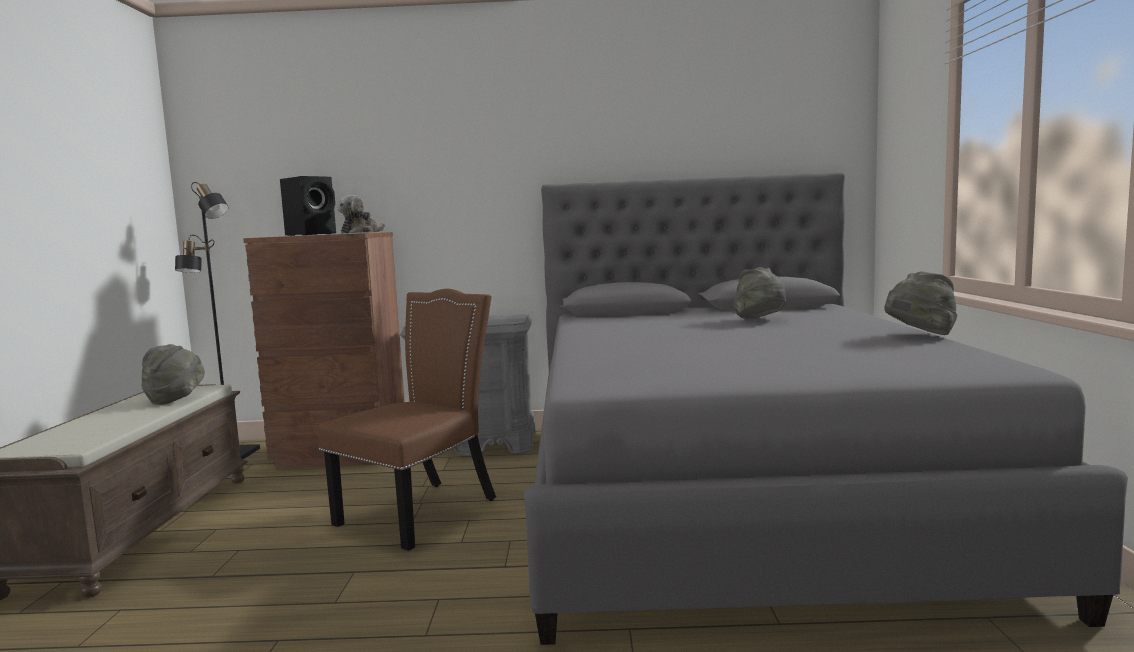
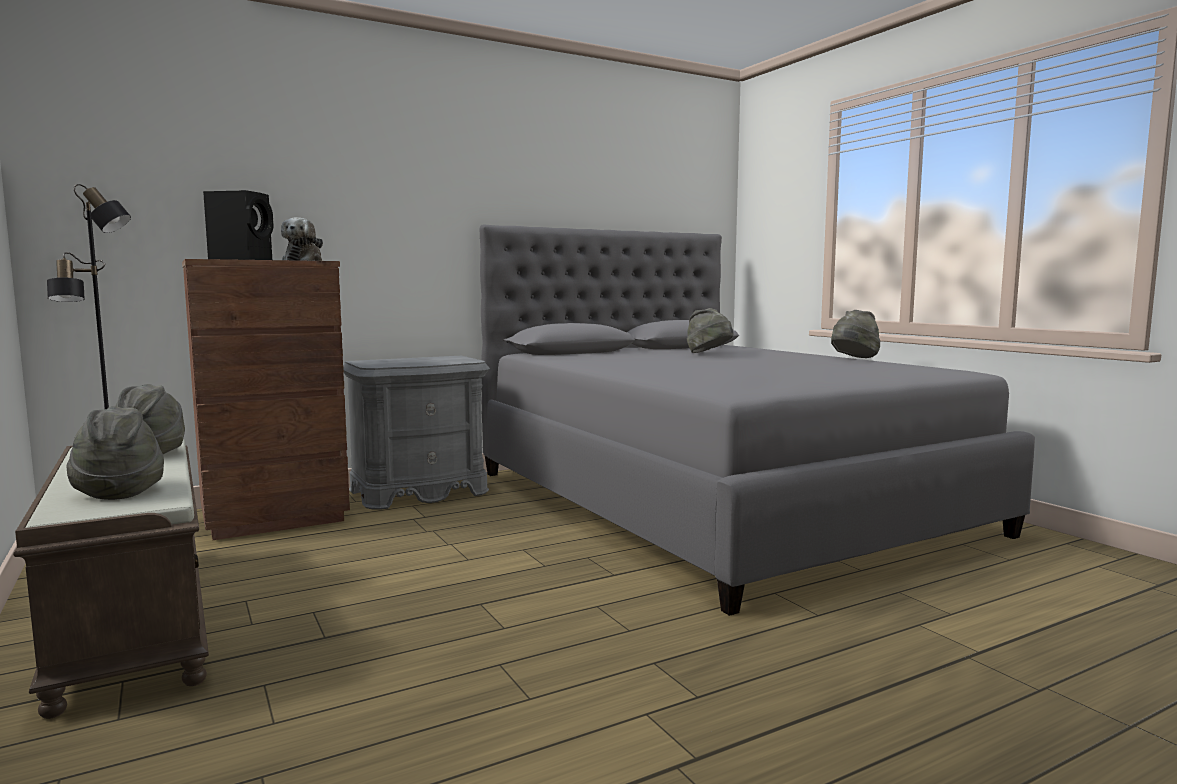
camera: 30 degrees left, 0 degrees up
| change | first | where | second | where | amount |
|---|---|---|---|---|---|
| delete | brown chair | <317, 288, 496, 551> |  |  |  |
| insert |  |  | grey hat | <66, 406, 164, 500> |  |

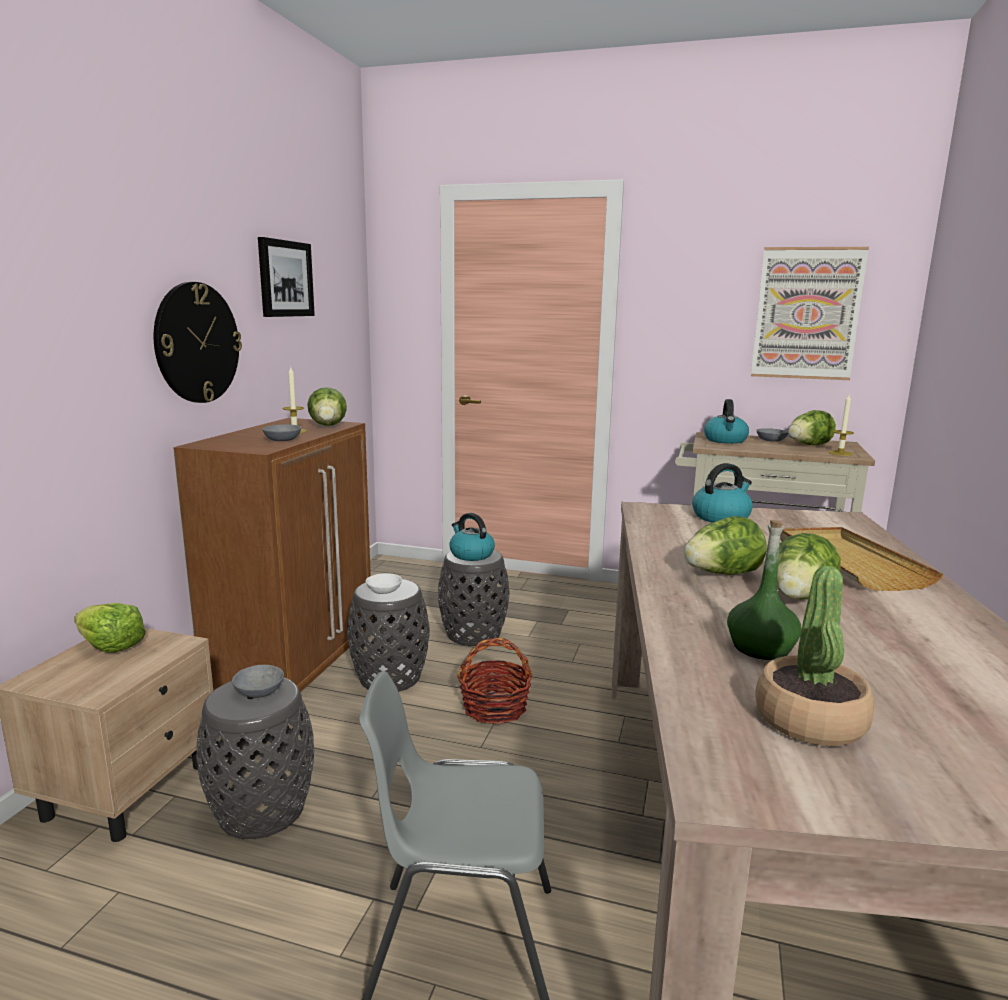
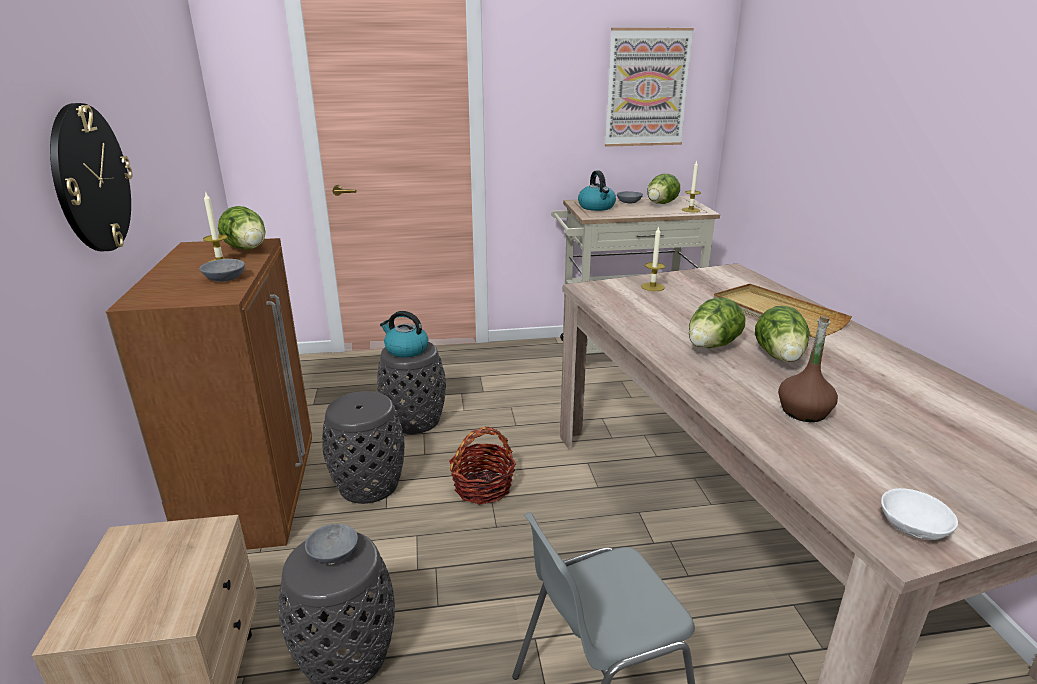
camera: 25 degrees left, 10 degrees up
| change | first | where | second | where | amount |
|---|---|---|---|---|---|
| delete | lettuce | <74, 603, 146, 653> |  |  |  |
| delete | picture | <258, 237, 315, 317> |  |  |  |
| move | white bowl | <365, 573, 402, 594> |  | <881, 488, 958, 540> |  |
| replace | kettle | <692, 463, 753, 523> | candle | <641, 226, 665, 291> |  |
| recolor | green bottle | <727, 520, 801, 660> | brown bottle | <778, 315, 838, 422> |  |
| delete | potted plant | <755, 566, 874, 746> |  |  |  |

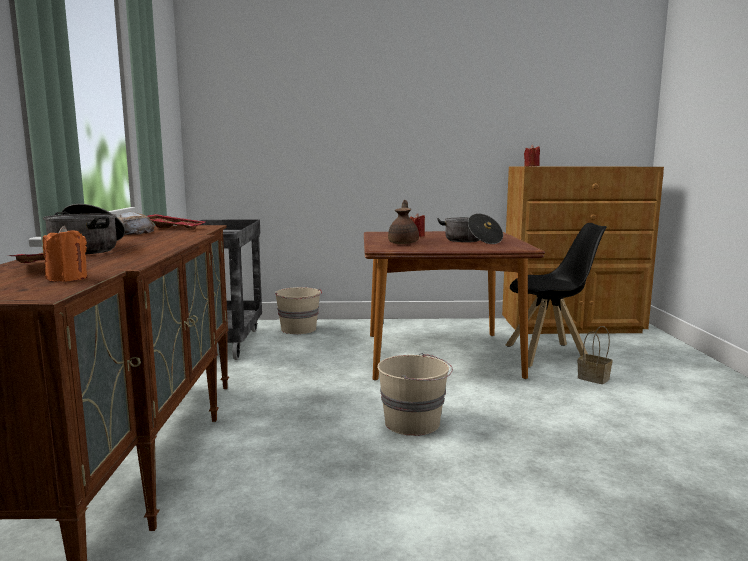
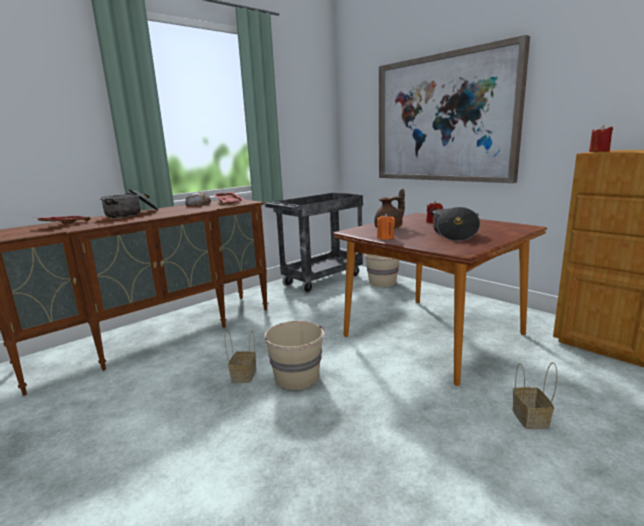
camera: 50 degrees right, 5 degrees up
| change | first | where | second | where | amount |
|---|---|---|---|---|---|
| move | orange candle | <42, 226, 87, 282> |  | <377, 213, 395, 240> |  |
| delete | black chair | <505, 223, 607, 368> |  |  |  |
| insert |  |  | basket | <225, 330, 256, 383> |  |
| insert |  |  | picture | <379, 35, 530, 183> |  |

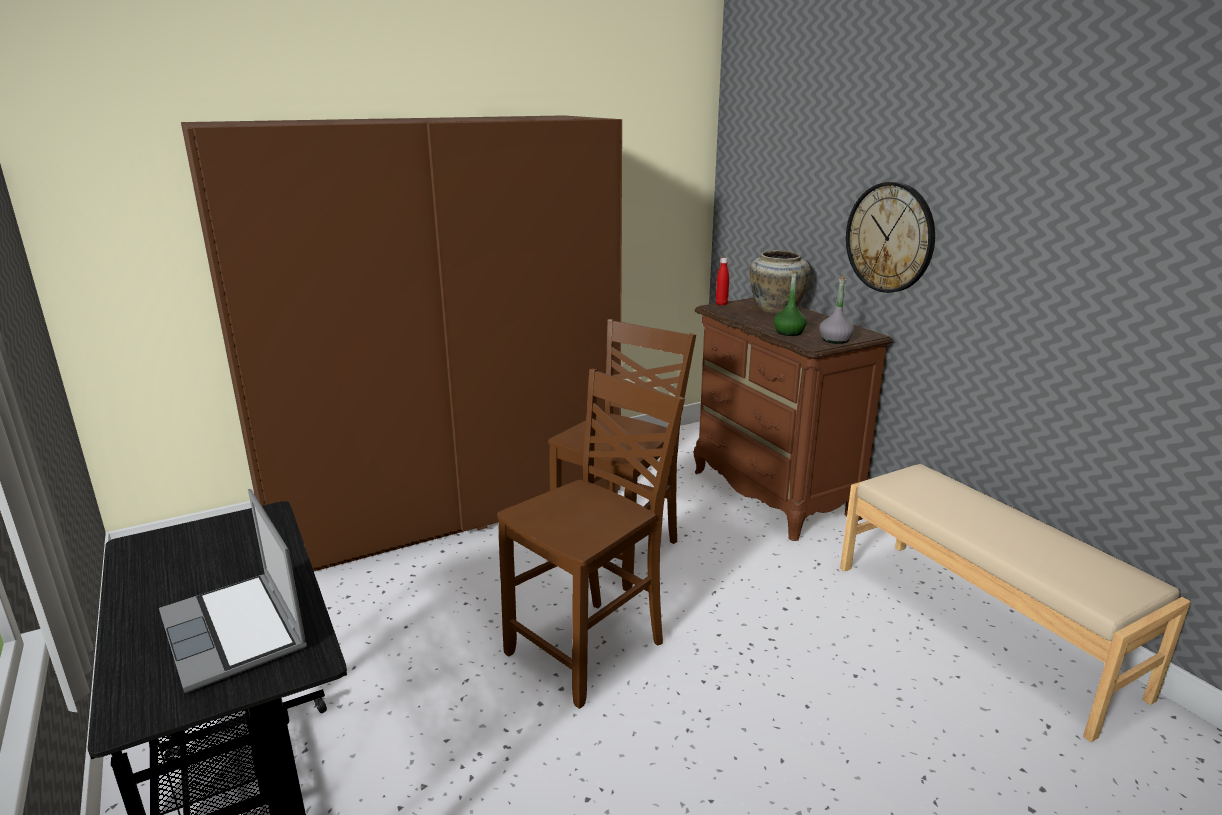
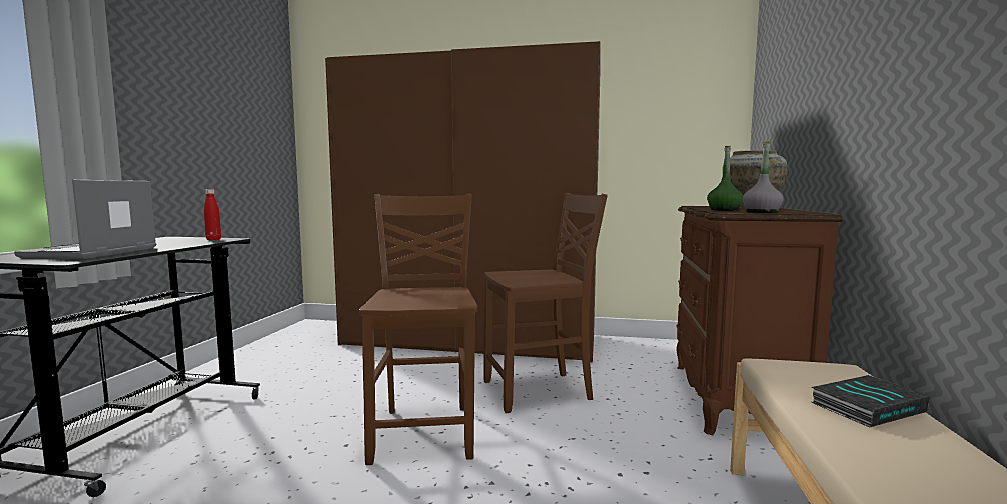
camera: 40 degrees right, 15 degrees down
| change | first | where | second | where | amount |
|---|---|---|---|---|---|
| rotate | brown chair | <497, 369, 685, 709> |  | <359, 194, 478, 465> | 90 degrees counterclockwise |
| move | red bottle | <716, 258, 729, 305> |  | <204, 189, 221, 240> |  |
| delete | wall clock | <846, 182, 935, 293> |  |  |  |
| insert |  |  | book | <811, 375, 930, 427> |  |

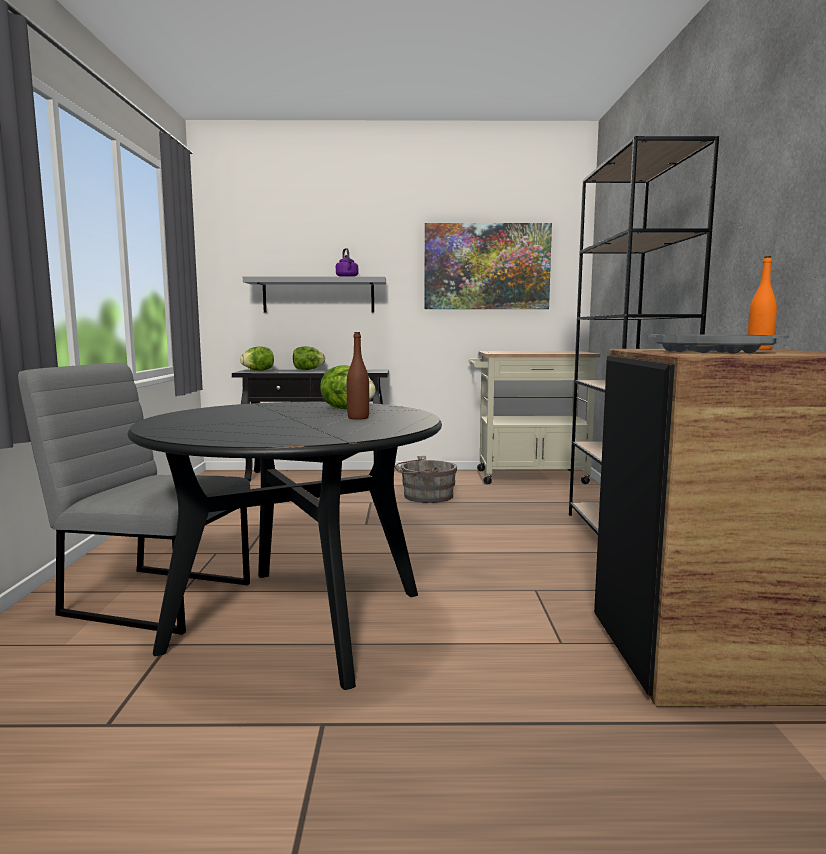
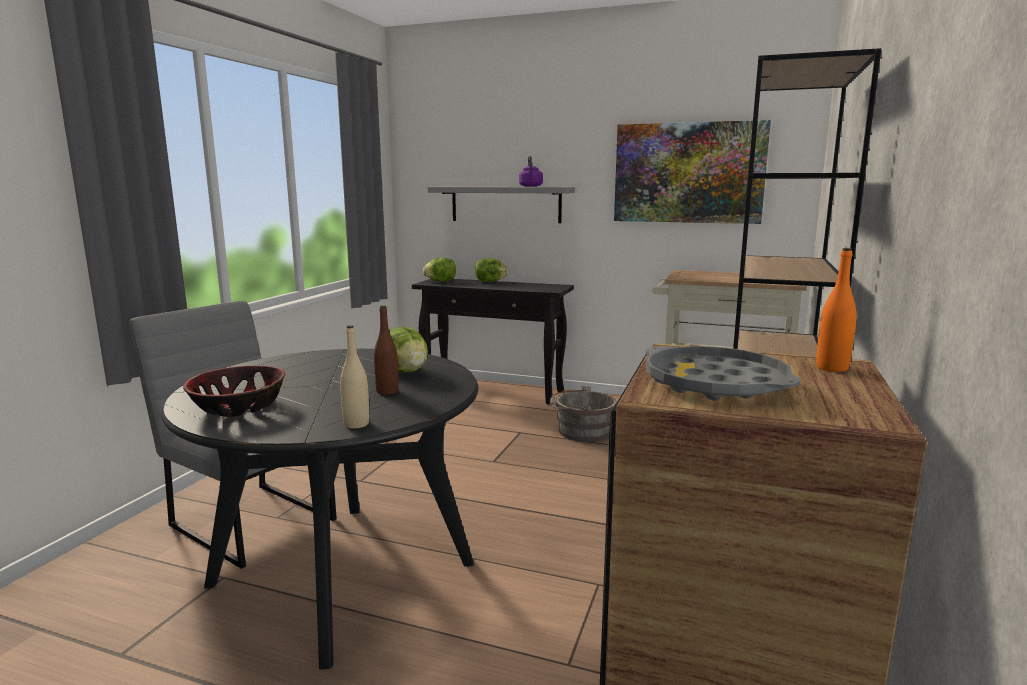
camera: 20 degrees right, 5 degrees up
| change | first | where | second | where | amount |
|---|---|---|---|---|---|
| insert |  |  | bowl | <183, 366, 285, 417> |  |
| insert |  |  | beige bottle | <340, 325, 369, 428> |  |

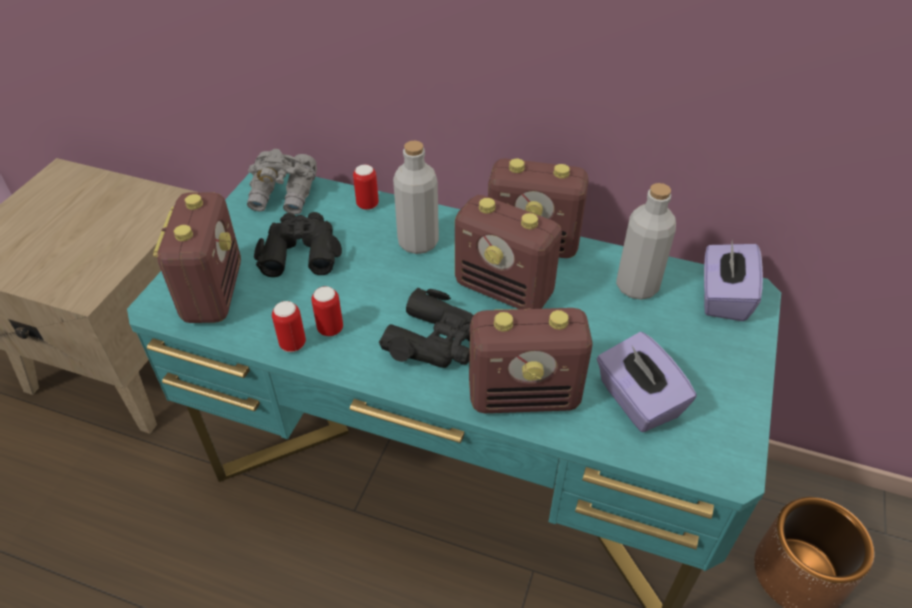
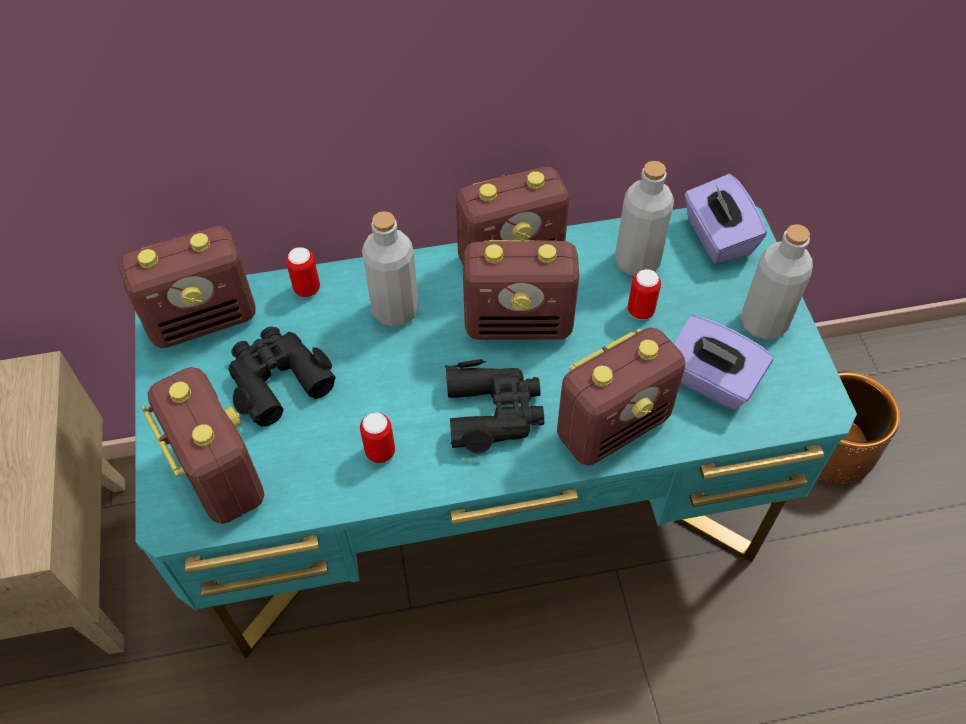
camera: 30 degrees left, 10 degrees up
| change | first | where | second | where | amount |
|---|---|---|---|---|---|
| replace | grey binoculars | <247, 149, 317, 215> | radio | <119, 226, 256, 348> |  |
| move | can | <272, 301, 306, 352> |  | <628, 269, 661, 320> |  |
| insert |  |  | grey bottle | <741, 224, 813, 340> |  |

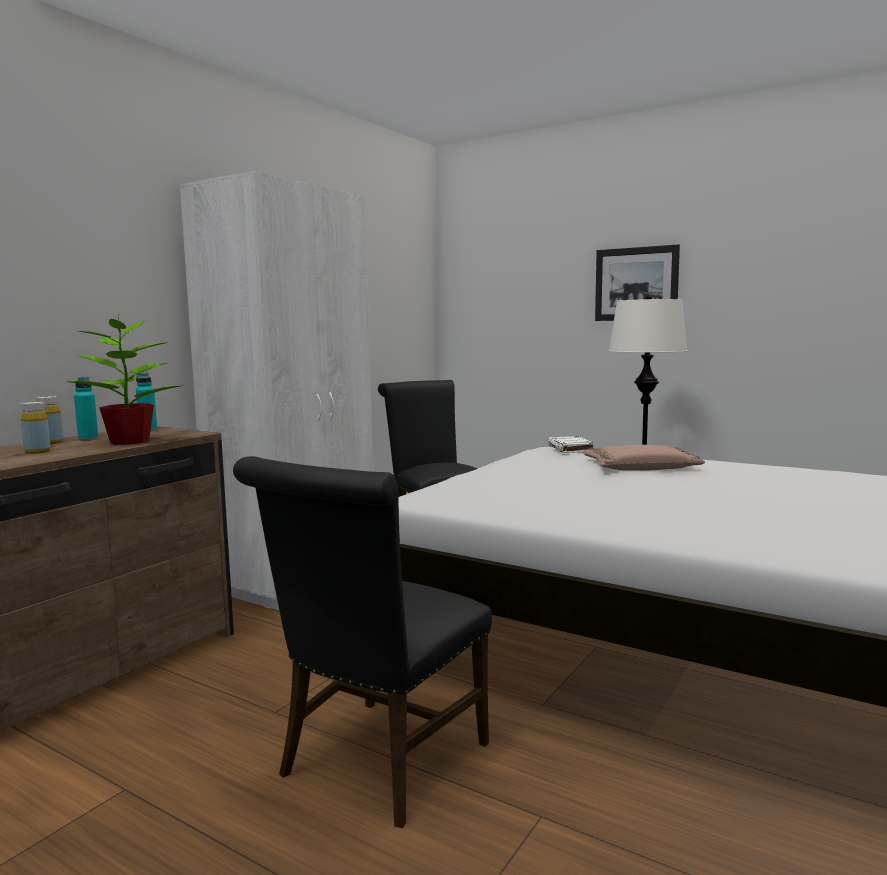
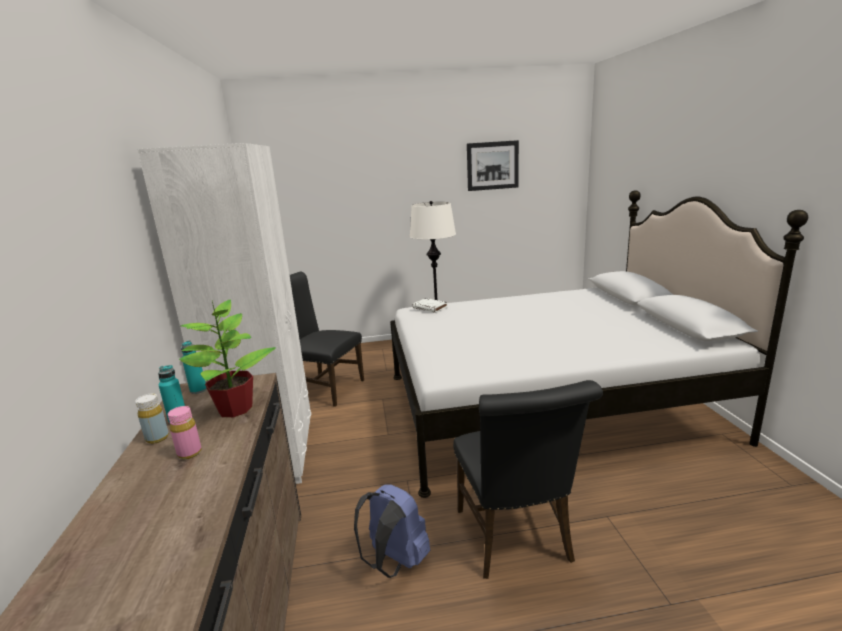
camera: 40 degrees left, 10 degrees up
| change | first | where | second | where | amount |
|---|---|---|---|---|---|
| recolor | yellow bottle | <21, 401, 51, 454> | pink bottle | <168, 406, 202, 460> |  |
| delete | beige pillow | <583, 445, 705, 471> |  |  |  |
| move | picture | <595, 244, 680, 321> |  | <467, 140, 519, 191> |  |
| insert |  |  | blue backpack | <354, 484, 430, 578> |  |

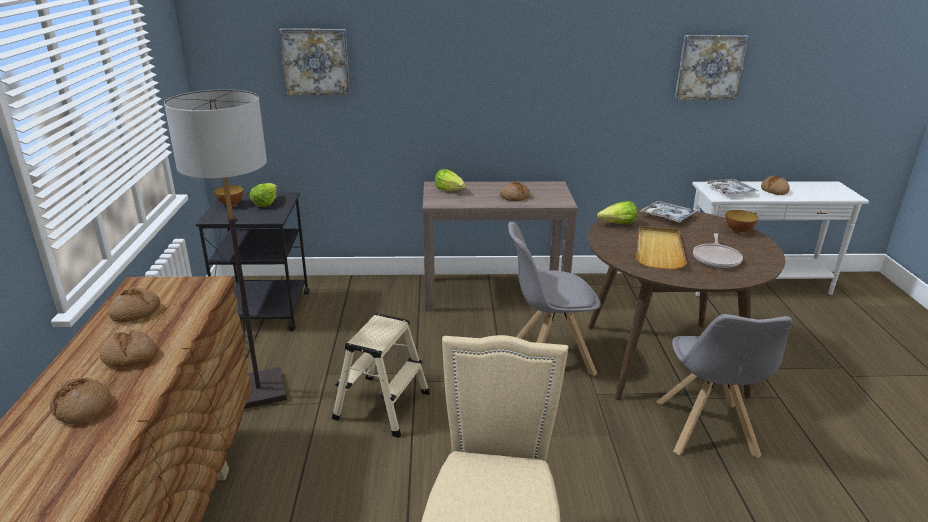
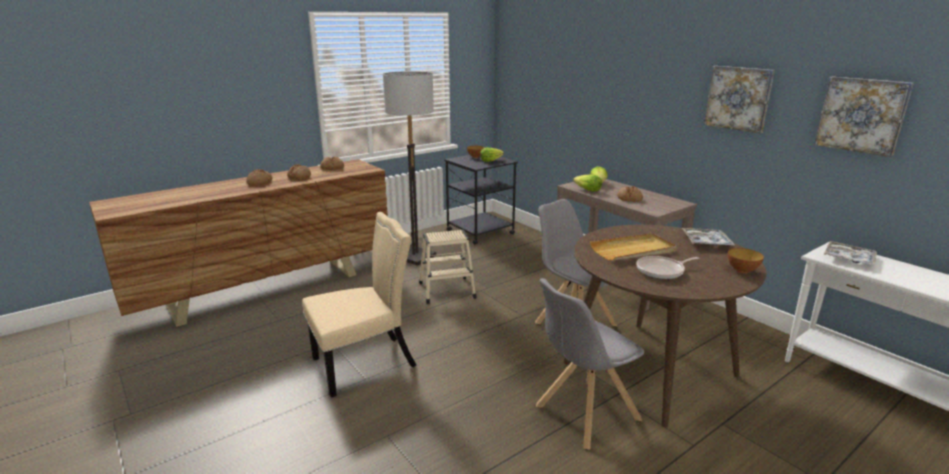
camera: 55 degrees right, 5 degrees down
| change | first | where | second | where | amount |
|---|---|---|---|---|---|
| move | picture | <279, 29, 350, 95> |  | <704, 66, 775, 134> |  |
| move | lettuce | <597, 201, 638, 224> |  | <573, 175, 602, 192> |  |
| delete | bread | <761, 176, 790, 195> |  |  |  |

